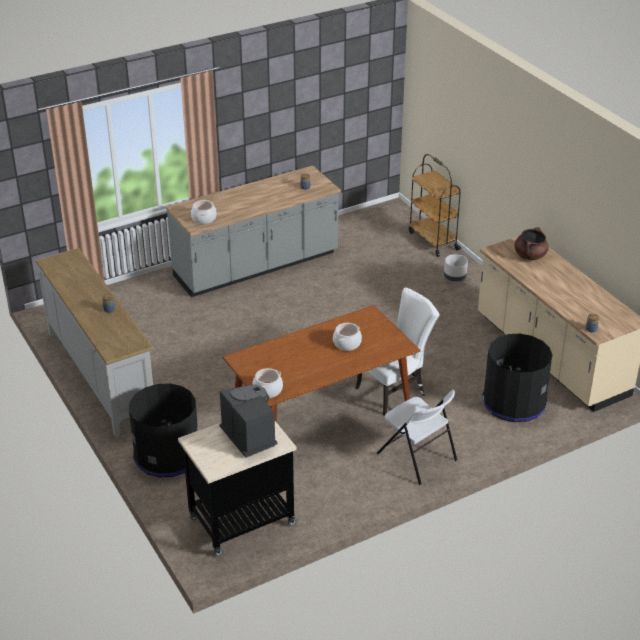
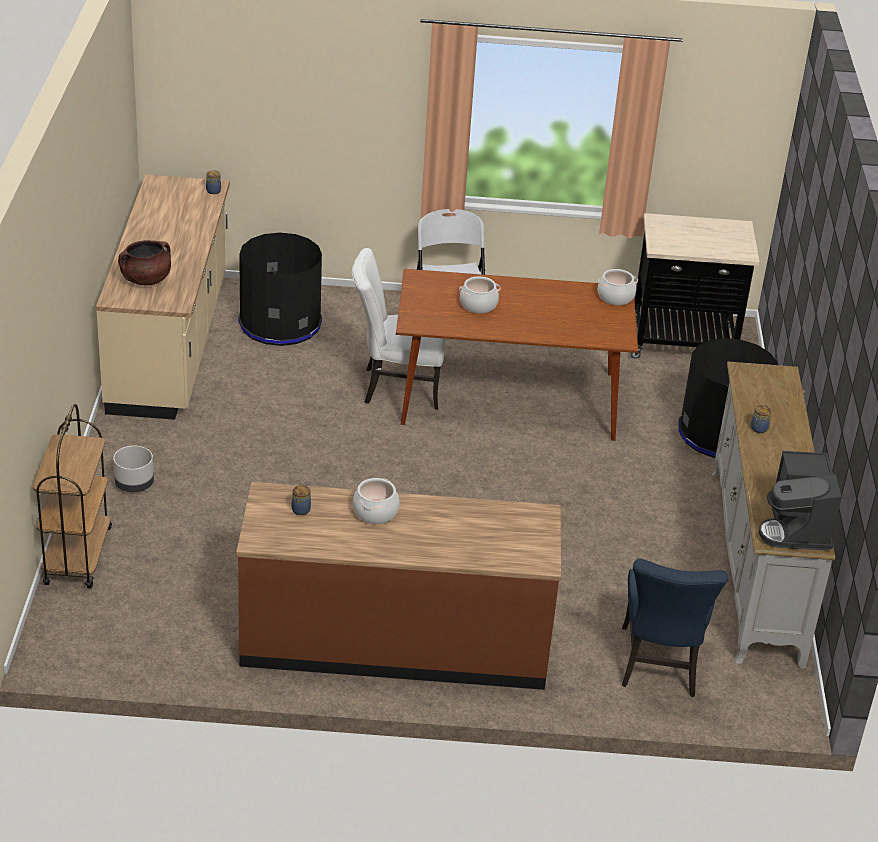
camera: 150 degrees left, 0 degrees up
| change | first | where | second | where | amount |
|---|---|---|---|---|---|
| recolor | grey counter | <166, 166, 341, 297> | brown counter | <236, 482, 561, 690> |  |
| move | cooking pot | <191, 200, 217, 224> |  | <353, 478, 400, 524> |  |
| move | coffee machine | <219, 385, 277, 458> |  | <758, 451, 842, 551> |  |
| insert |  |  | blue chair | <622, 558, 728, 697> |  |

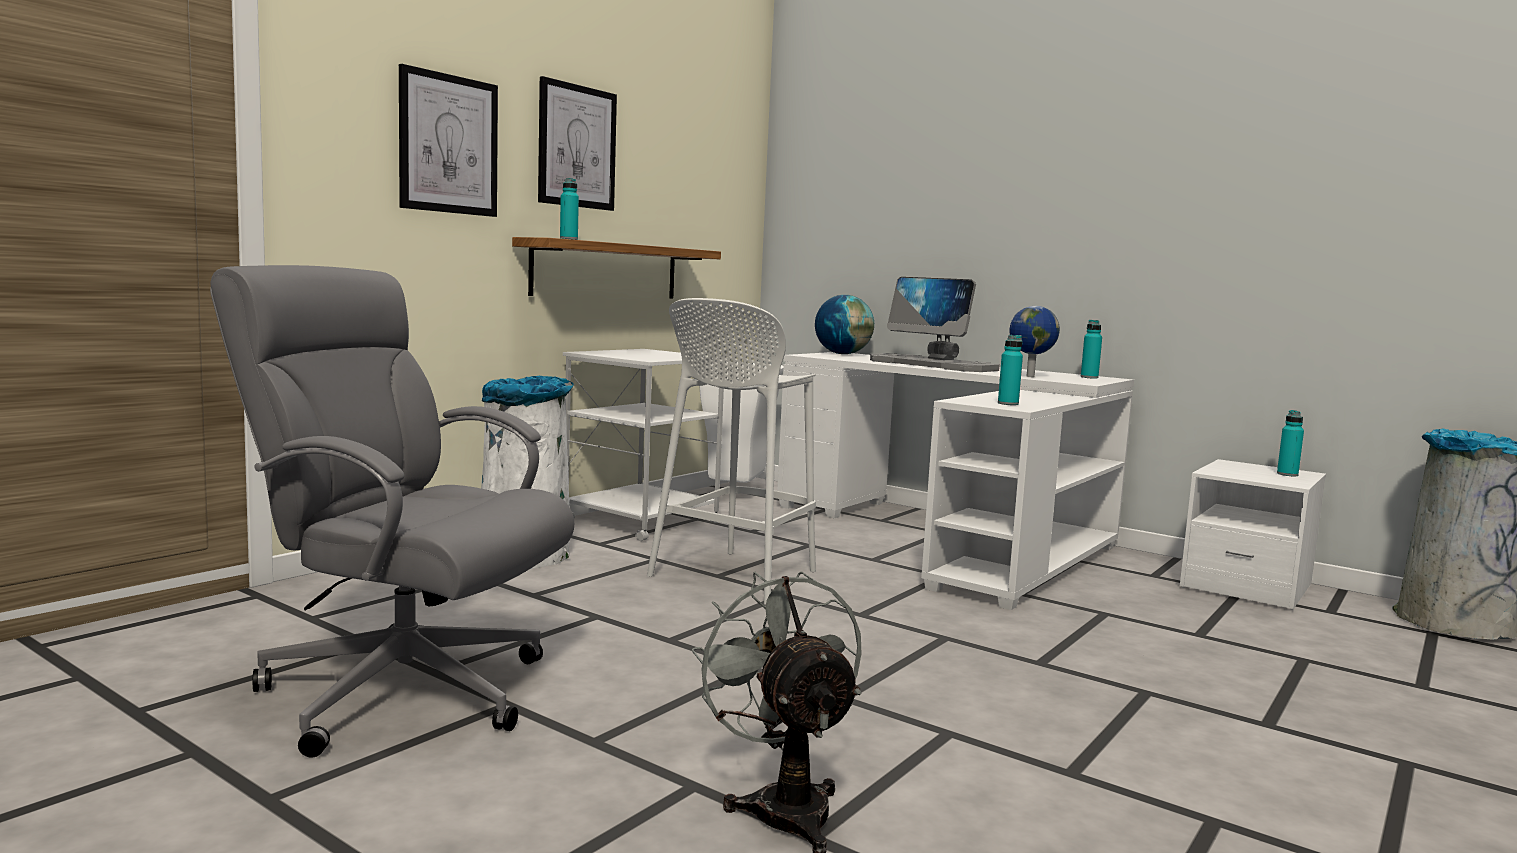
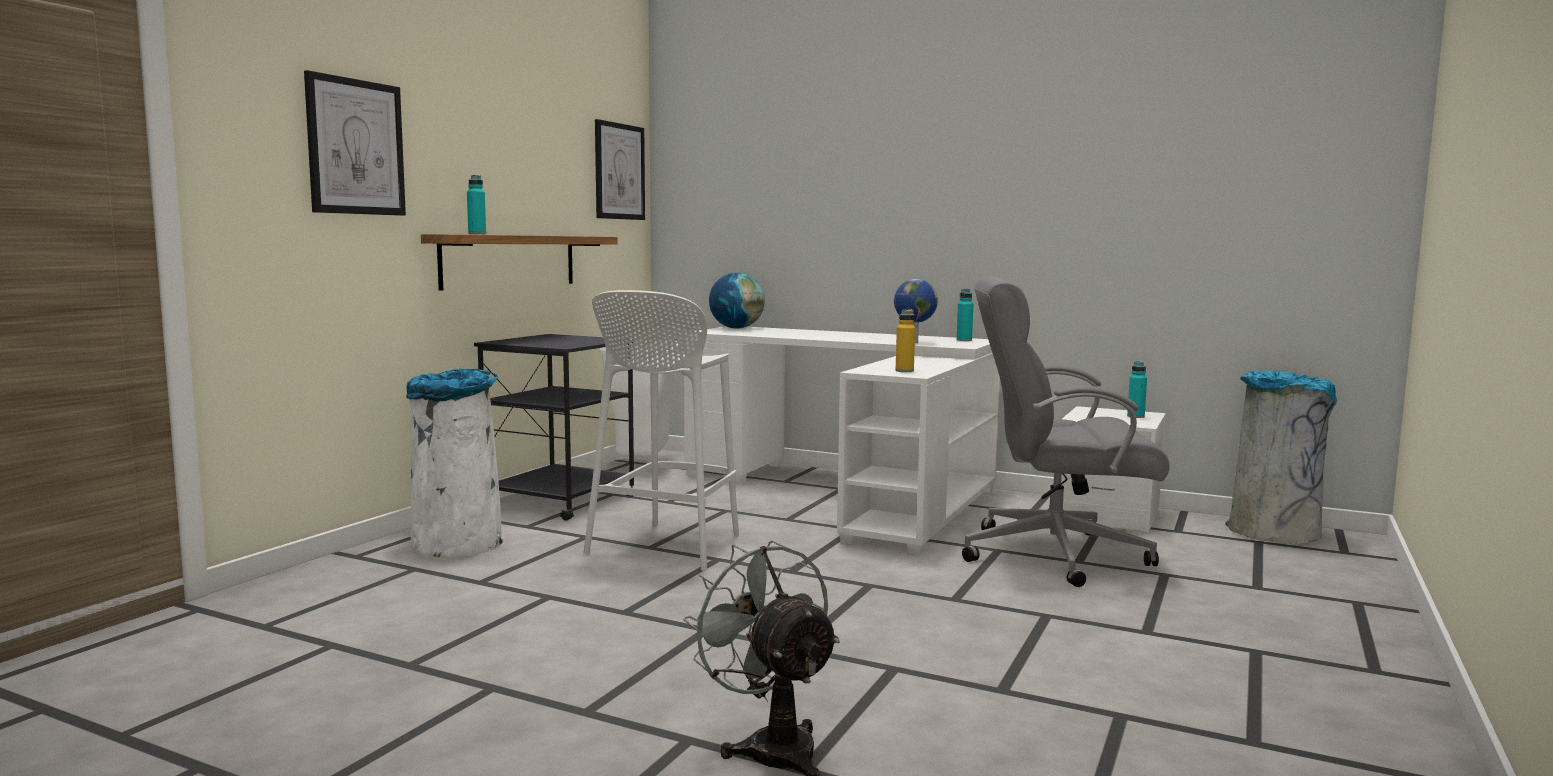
camera: 10 degrees left, 0 degrees up
| change | first | where | second | where | amount |
|---|---|---|---|---|---|
| move | grey office chair | <210, 265, 574, 757> |  | <962, 277, 1169, 587> |  |
| move | picture | <538, 76, 617, 211> |  | <595, 119, 645, 220> |  |
| recolor | white cart | <563, 349, 728, 541> | black cart | <474, 334, 634, 521> |  |
| delete | monitor | <870, 277, 1000, 372> |  |  |  |
| recolor | turquoise bottle | <998, 335, 1023, 405> | yellow bottle | <895, 309, 915, 372> |  |

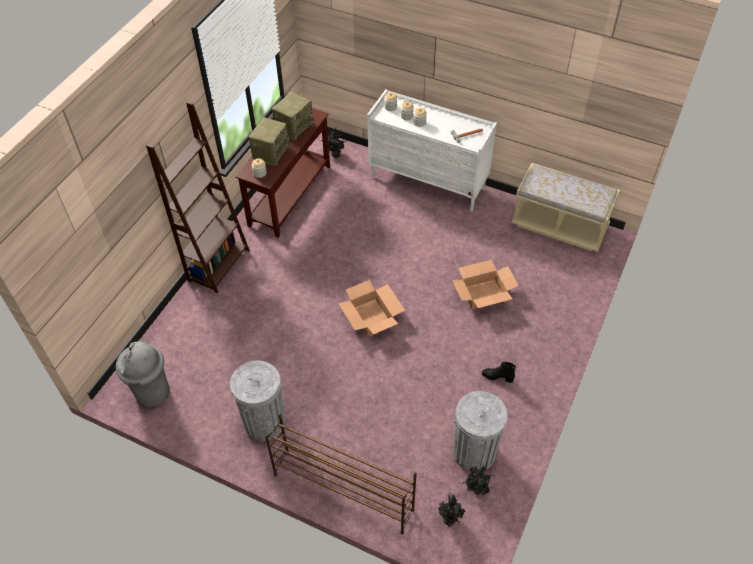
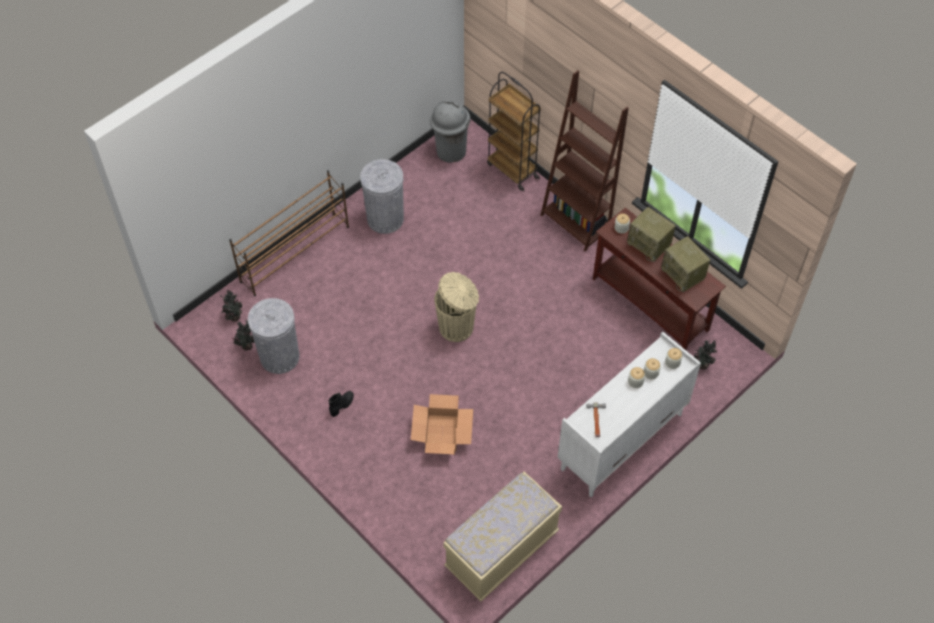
camera: 110 degrees right, 5 degrees up
| change | first | where | second | where | amount |
|---|---|---|---|---|---|
| replace | cardboard box | <338, 280, 405, 336> | beige trash can | <435, 272, 479, 342> |  |
| insert |  |  | brown cart | <487, 72, 541, 192> |  |

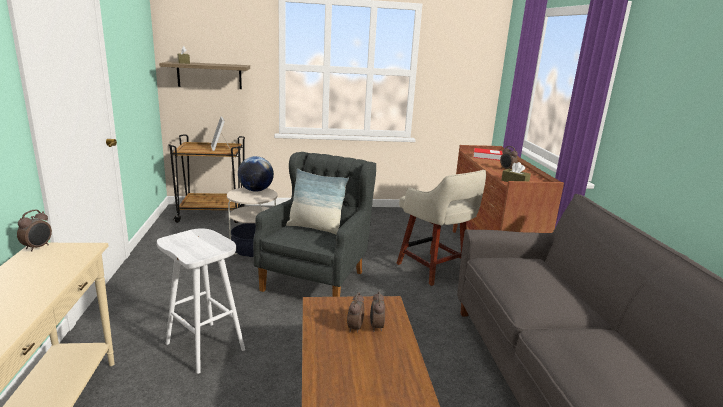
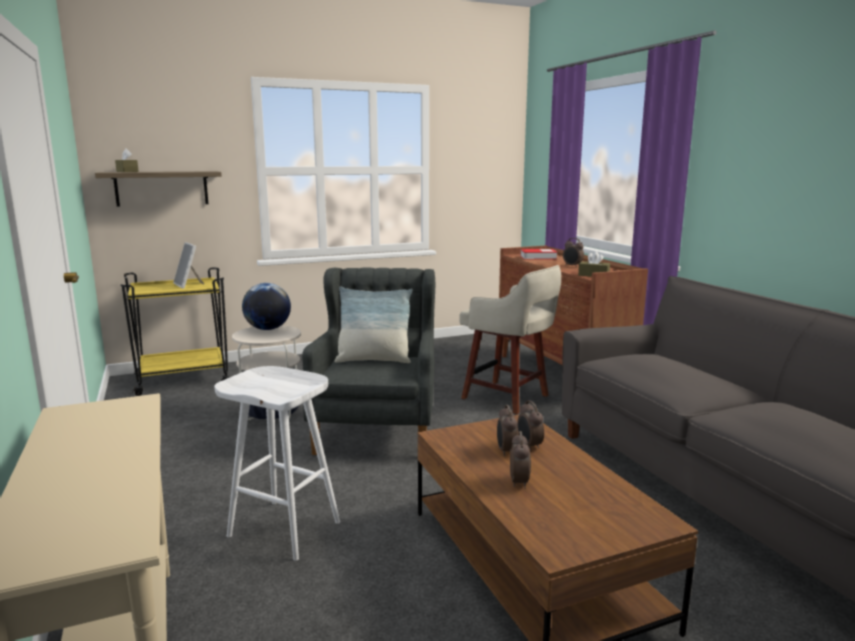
camera: 15 degrees left, 5 degrees down
| change | first | where | second | where | amount |
|---|---|---|---|---|---|
| move | alarm clock | <17, 210, 52, 252> |  | <510, 431, 531, 489> |  |
| recolor | brown cart | <168, 135, 245, 223> | yellow cart | <121, 268, 229, 396> |  |

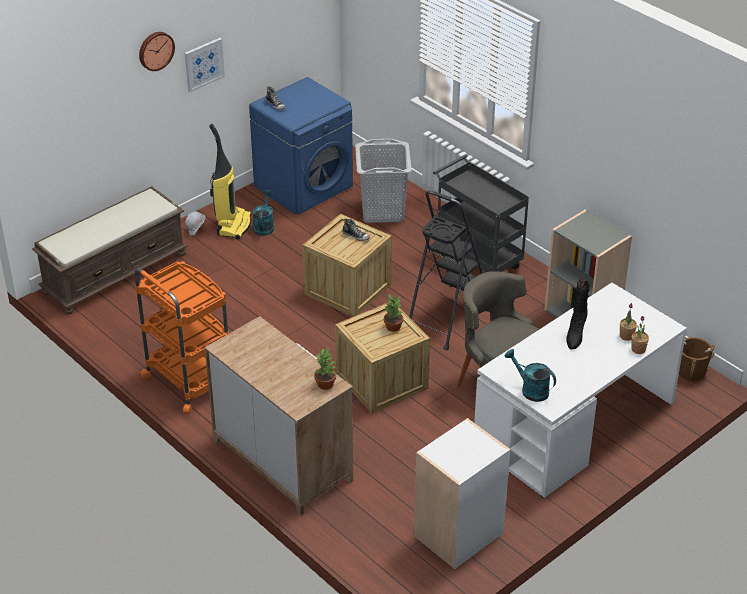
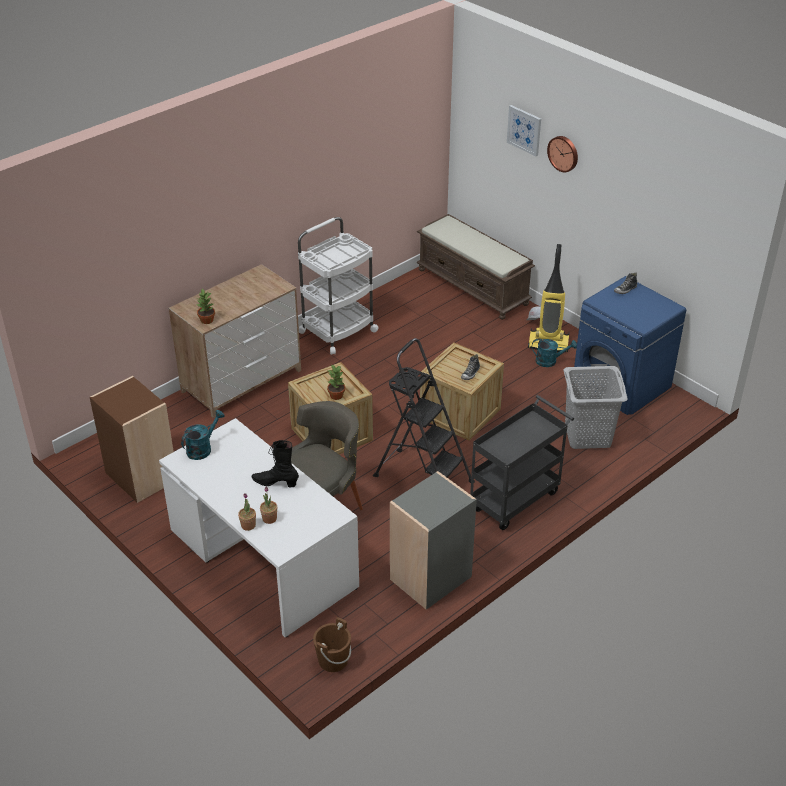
camera: 90 degrees right, 0 degrees up
| change | first | where | second | where | amount |
|---|---|---|---|---|---|
| recolor | orange cart | <134, 261, 229, 414> | white cart | <298, 217, 378, 355> |  |
| move | picture | <185, 38, 225, 92> |  | <507, 105, 541, 156> |  |
| recolor | white bookcase | <414, 418, 510, 569> | brown bookcase | <90, 376, 174, 503> |  |

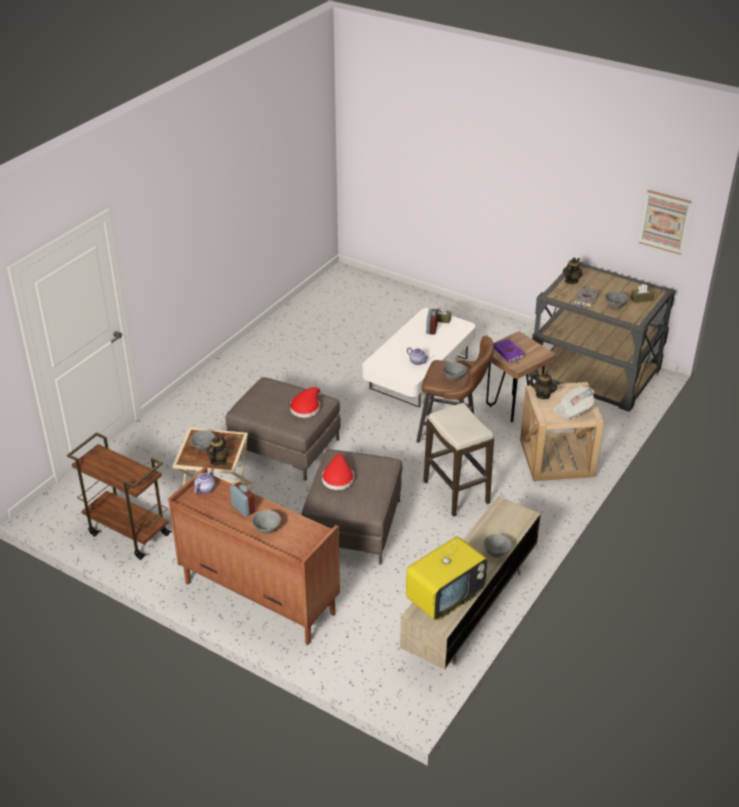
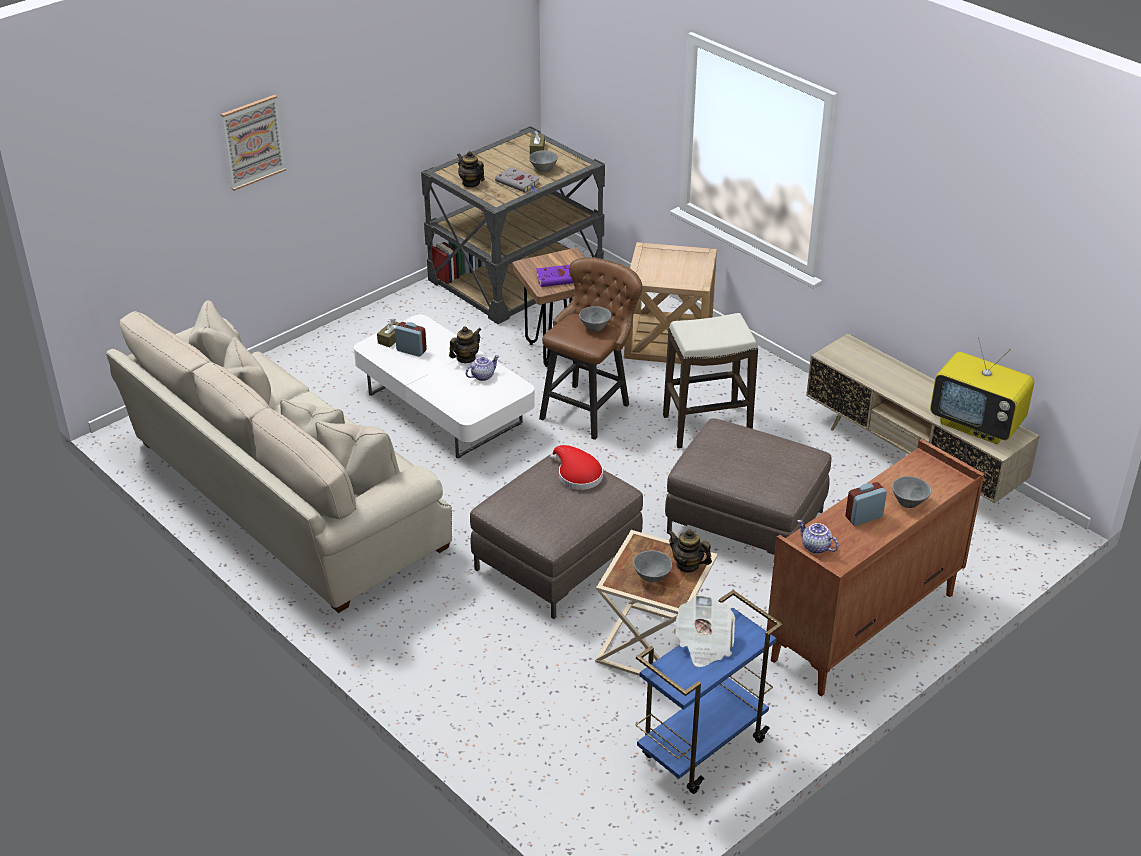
camera: 75 degrees left, 0 degrees up
| change | first | where | second | where | amount |
|---|---|---|---|---|---|
| recolor | brown cart | <67, 432, 172, 560> | blue cart | <635, 590, 783, 794> |  |
| delete | red hat | <322, 453, 354, 490> |  |  |  |
| rotate | television | <406, 531, 488, 621> |  | <930, 337, 1034, 444> | 150 degrees clockwise |
| delete | grey bowl | <484, 534, 512, 558> |  |  |  |
| move | teapot | <529, 372, 559, 399> |  | <449, 326, 482, 363> |  |
| move | newspaper | <553, 386, 595, 419> |  | <674, 594, 735, 667> |  |
| move | picture | <639, 190, 691, 255> |  | <221, 95, 286, 191> |  |
| insert |  |  | beige sofa | <106, 300, 452, 613> |  |

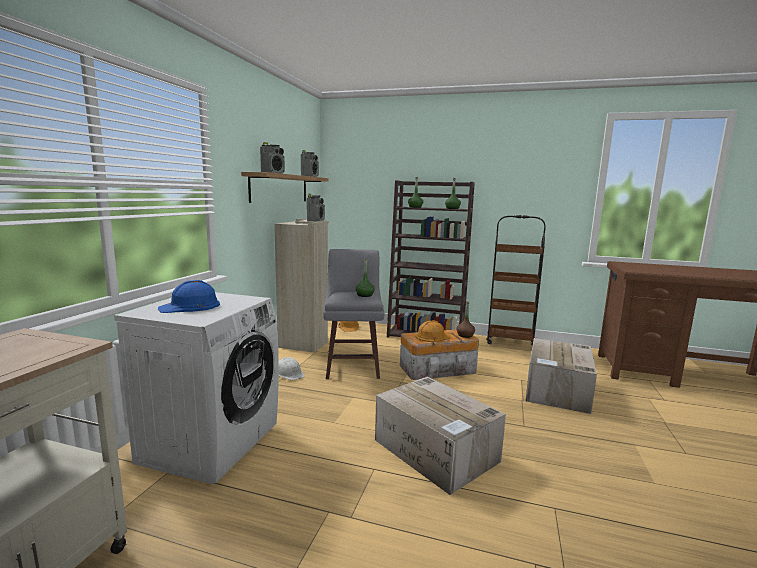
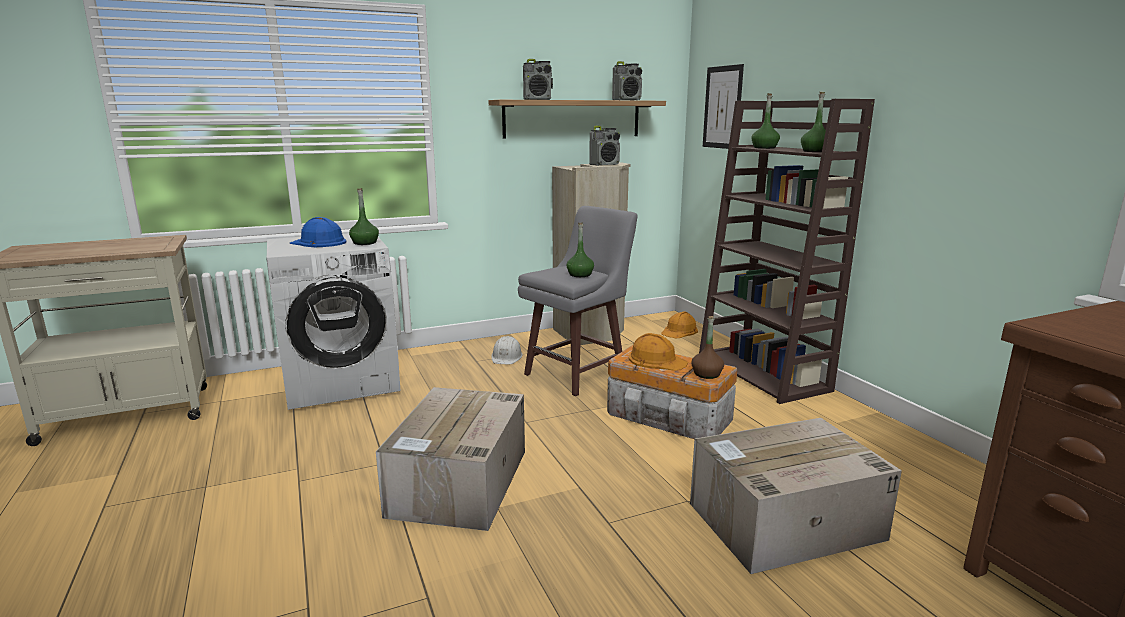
camera: 50 degrees right, 5 degrees up
| change | first | where | second | where | amount |
|---|---|---|---|---|---|
| delete | brown cart | <486, 215, 546, 346> |  |  |  |
| insert |  |  | green bottle | <349, 188, 379, 245> |  |
| insert |  |  | picture | <703, 64, 744, 149> |  |

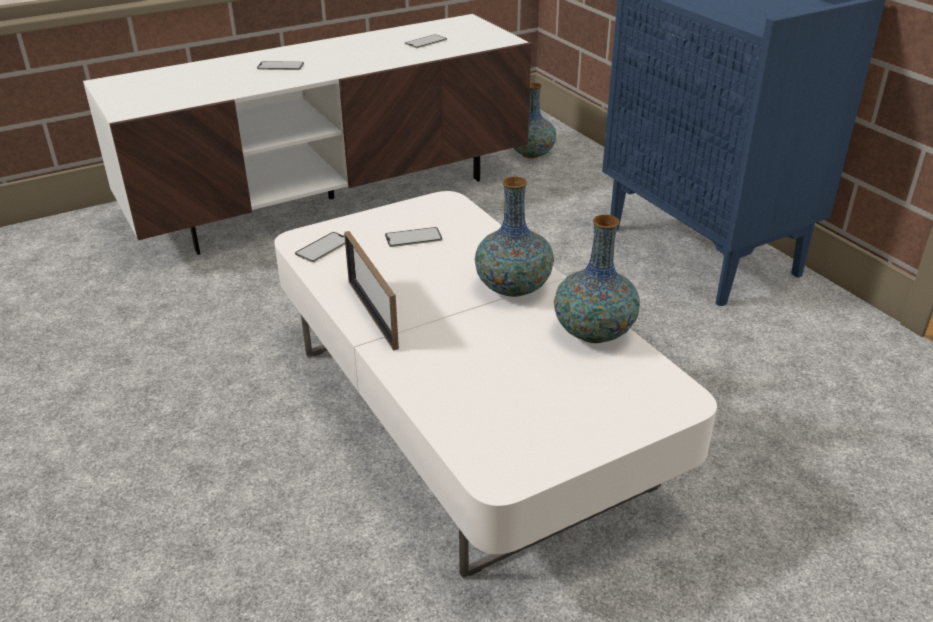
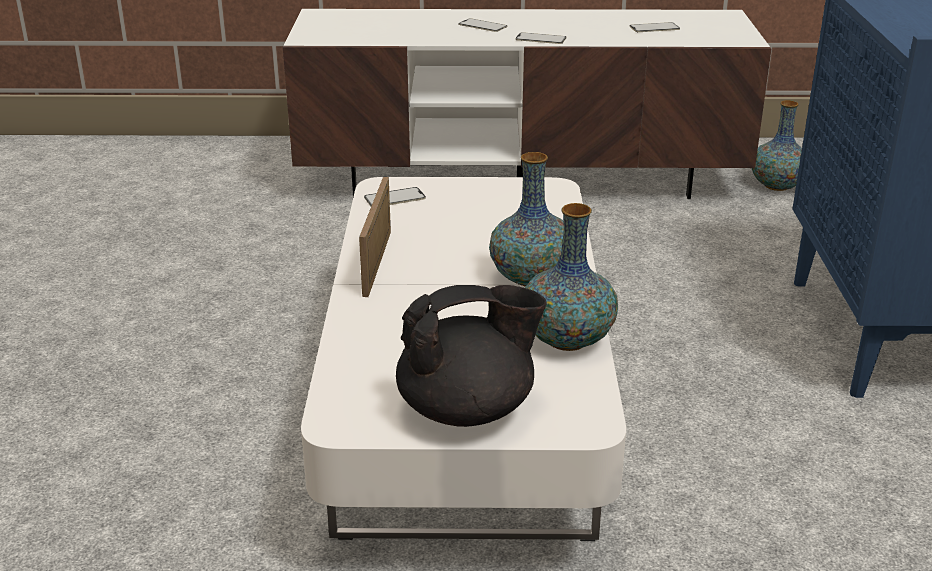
camera: 30 degrees right, 5 degrees down
| change | first | where | second | where | amount |
|---|---|---|---|---|---|
| move | phone | <385, 227, 442, 247> |  | <515, 32, 566, 44> |  |
| insert |  |  | black teapot | <396, 285, 547, 427> |  |

